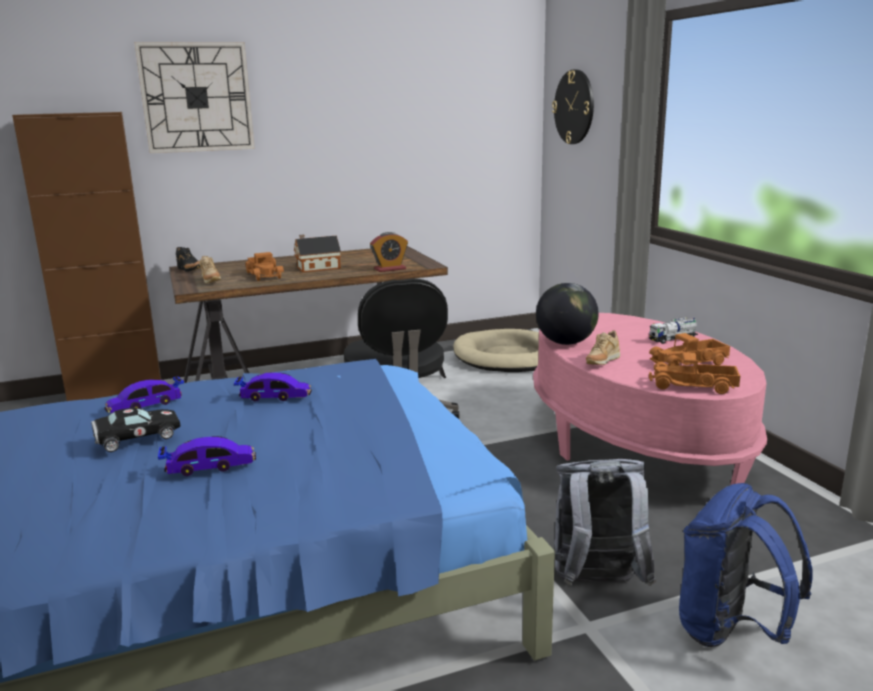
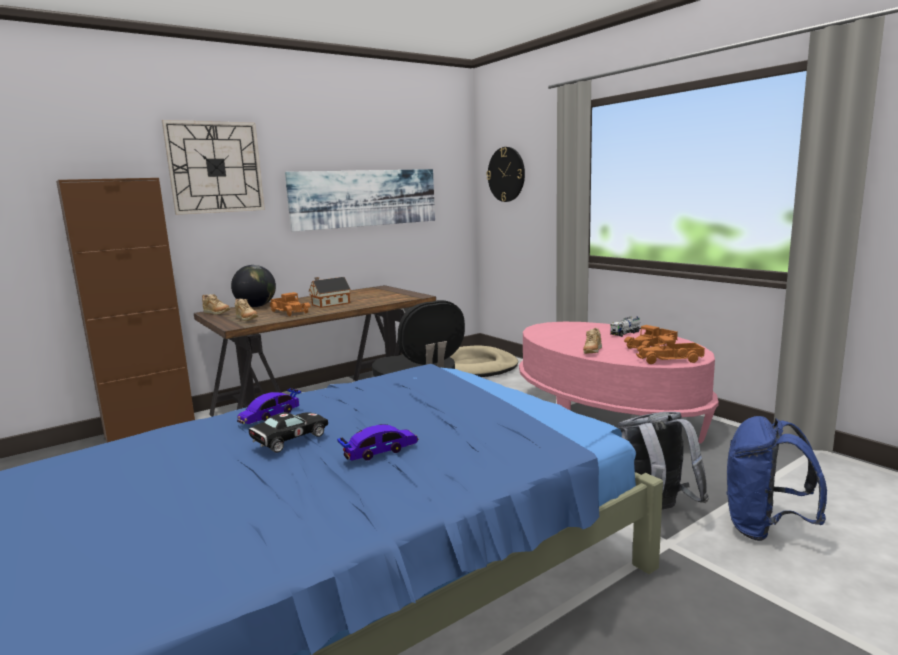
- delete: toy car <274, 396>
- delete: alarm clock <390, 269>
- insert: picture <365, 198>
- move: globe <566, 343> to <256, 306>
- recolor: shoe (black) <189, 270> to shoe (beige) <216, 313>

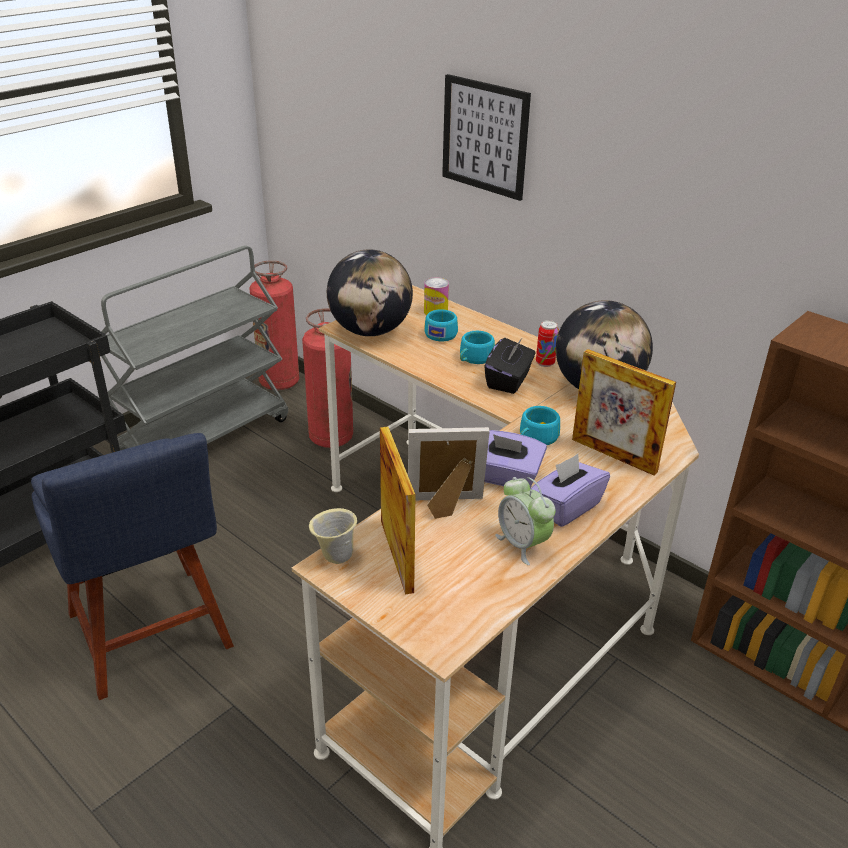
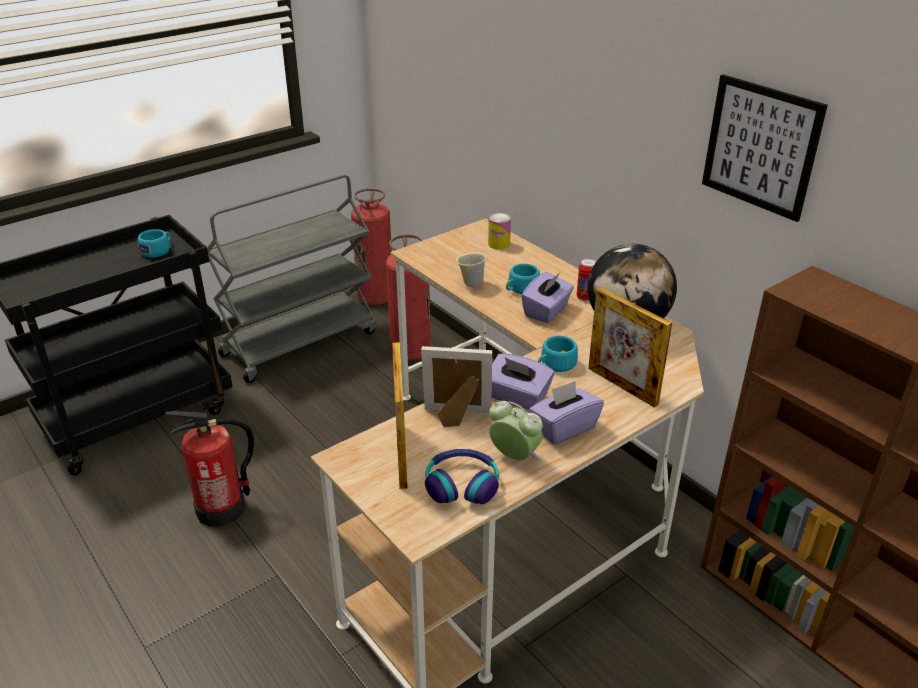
- delete: globe <370, 331>
- insert: headphones <462, 484>
- move: mug (beige) <334, 556> to <471, 284>
- move: cup (turquoise) <442, 333> to <158, 250>
- move: picture <485, 137> to <761, 147>
- replace: chair (blue) <152, 636> to fire extinguisher <222, 509>
- recolor: tissue box (black) <509, 380> to tissue box (purple) <547, 311>
- rotate: alarm clock <522, 544> = <514, 456> 150 degrees clockwise

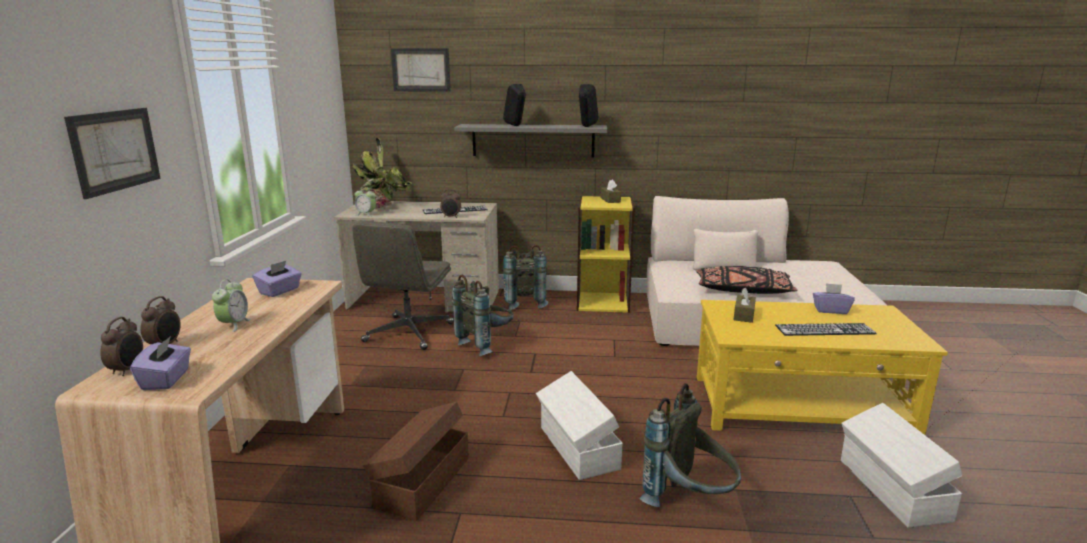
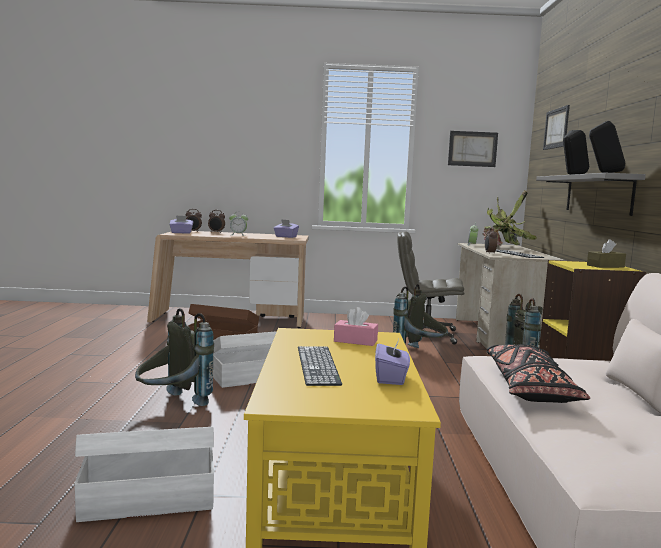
- move: picture <115, 150> to <472, 149>
- recolor: tissue box (brown) <744, 315> to tissue box (pink) <355, 341>

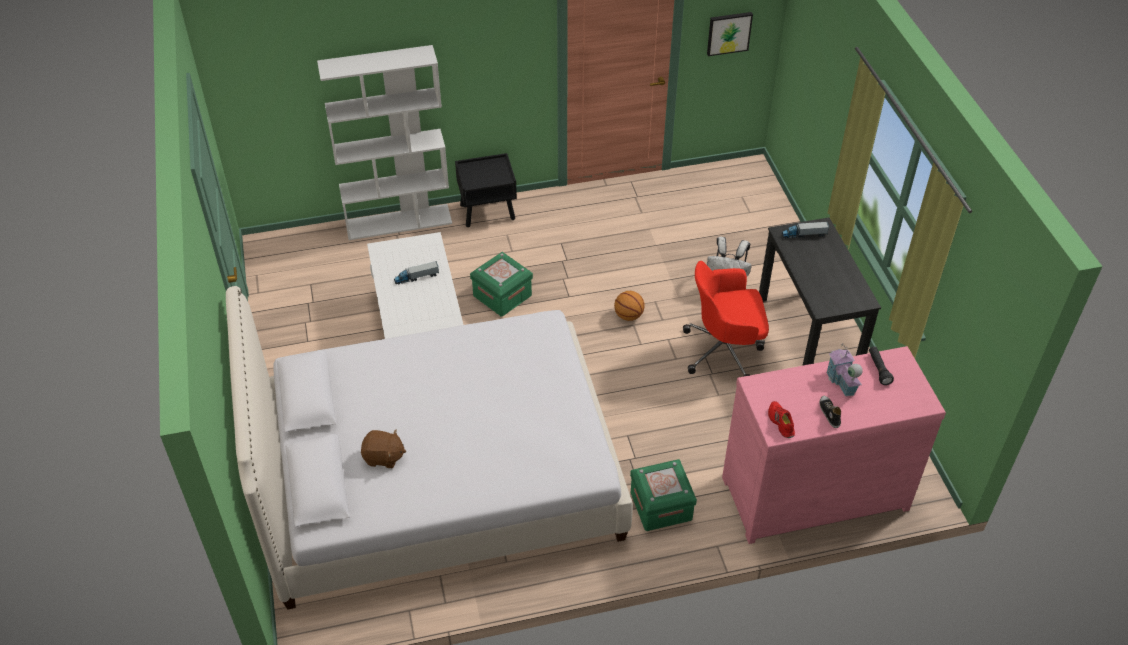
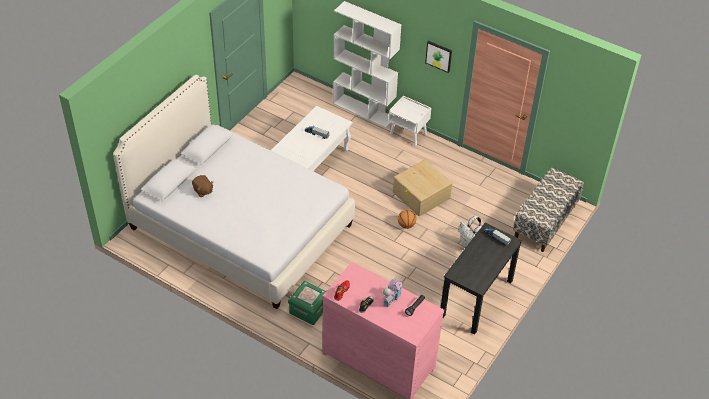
- delete: storage box (green) <502, 295>
- delete: office chair (red) <724, 351>
- insert: storage box (beige) <421, 195>
- insert: bench <545, 222>
- move: picture <728, 33> to <439, 56>
- recolor: nightstand (black) <488, 212> to nightstand (white) <408, 134>

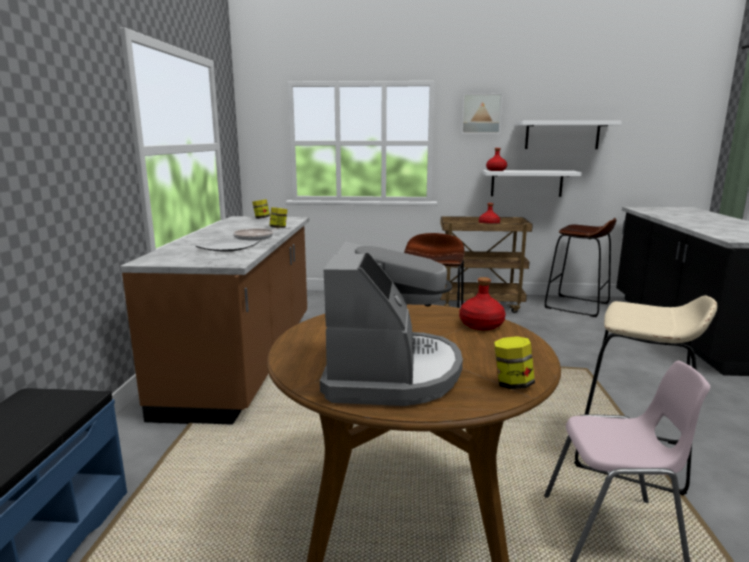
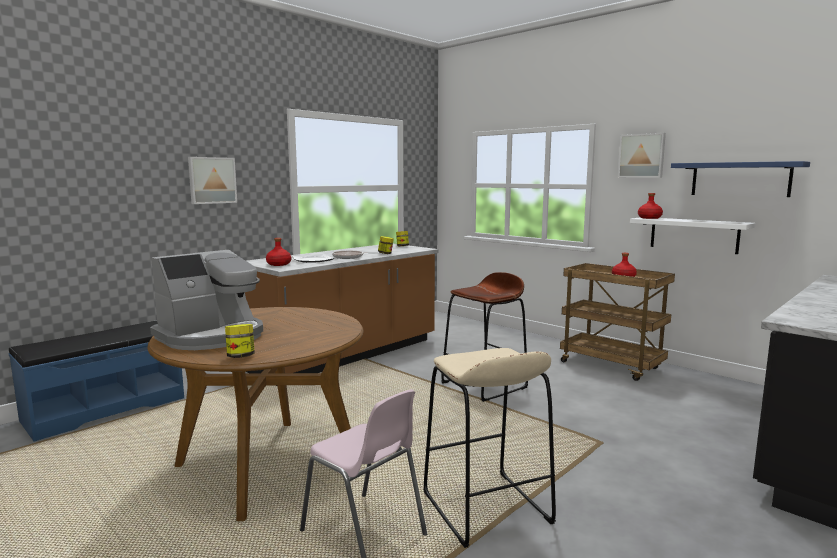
- delete: stool (brown) <577, 306>
- insert: picture <212, 180>
- move: bottle (red) <481, 325> to <278, 264>
- recolor: shelf (white) <562, 135> to shelf (blue) <740, 179>

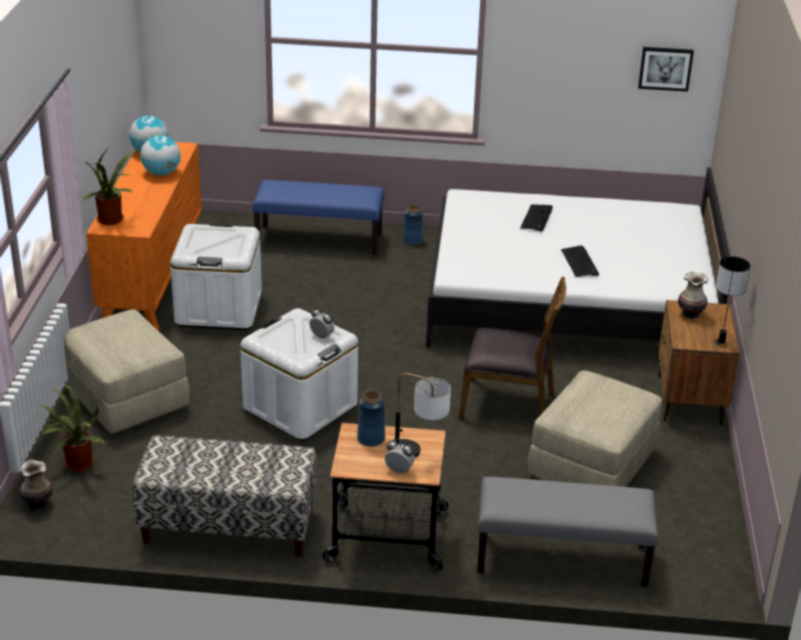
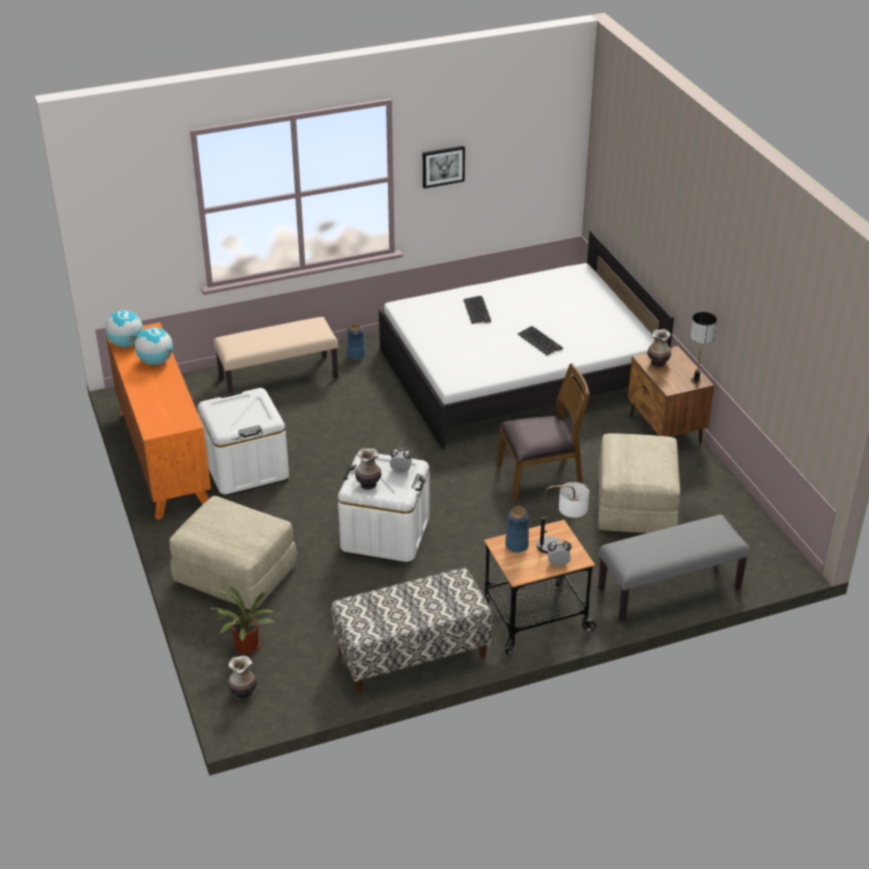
- delete: potted plant <112, 220>
- insert: vase <368, 484>
- move: picture <665, 68> to <443, 166>
- recolor: bench (blue) <319, 240> to bench (beige) <278, 377>

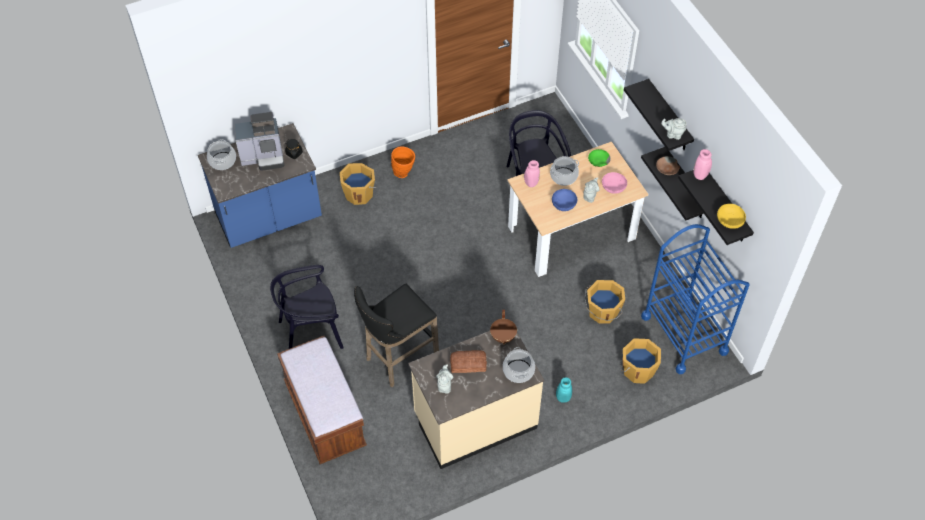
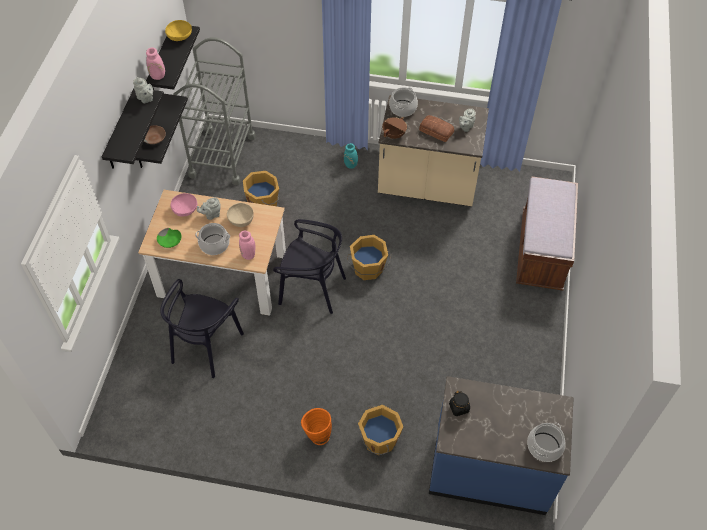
- delete: coffee machine <263, 157>
- delete: stool (black) <399, 359>
- move: chair (black) <311, 332> to <312, 288>
- move: bucket (orange) <637, 370> to <368, 269>
- recolor: bowl (blue) <564, 205> to bowl (beige) <241, 220>
- recolor: cart (blue) <684, 334> to cart (grey) <222, 156>

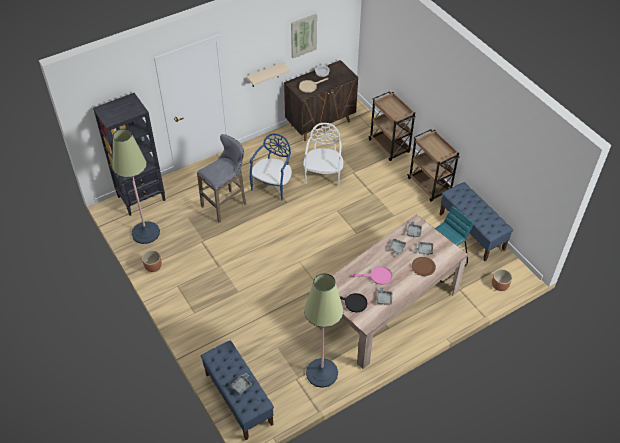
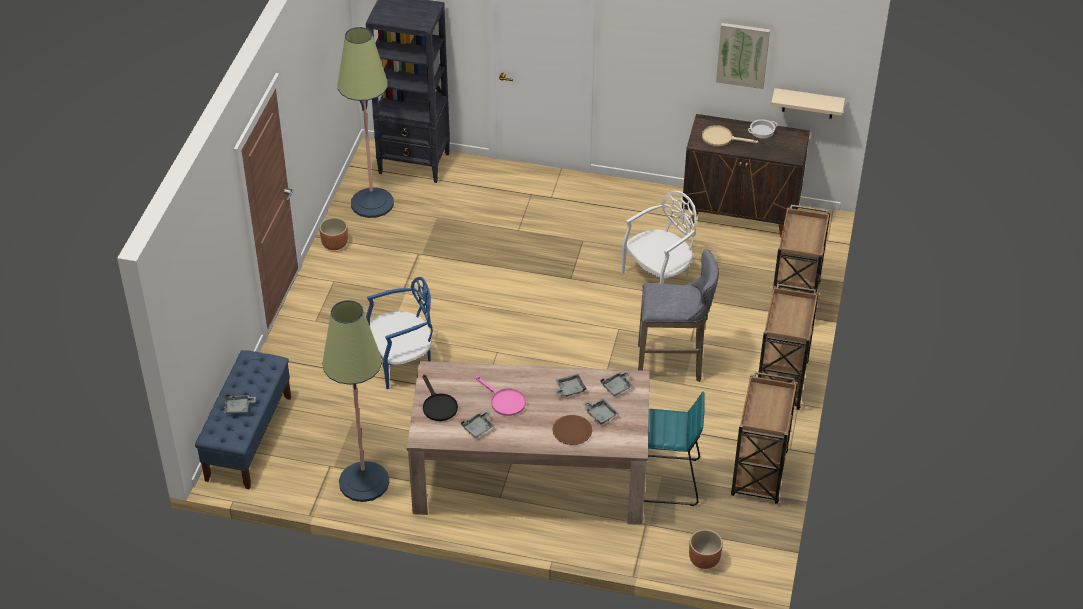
- move: stool (grey) <226, 204> to <673, 364>
- move: shelf (beige) <265, 75> to <808, 103>
- move: chair (blue) <273, 185> to <402, 362>
- replace: bench (blue) <472, 232> to cart (brown) <759, 475>

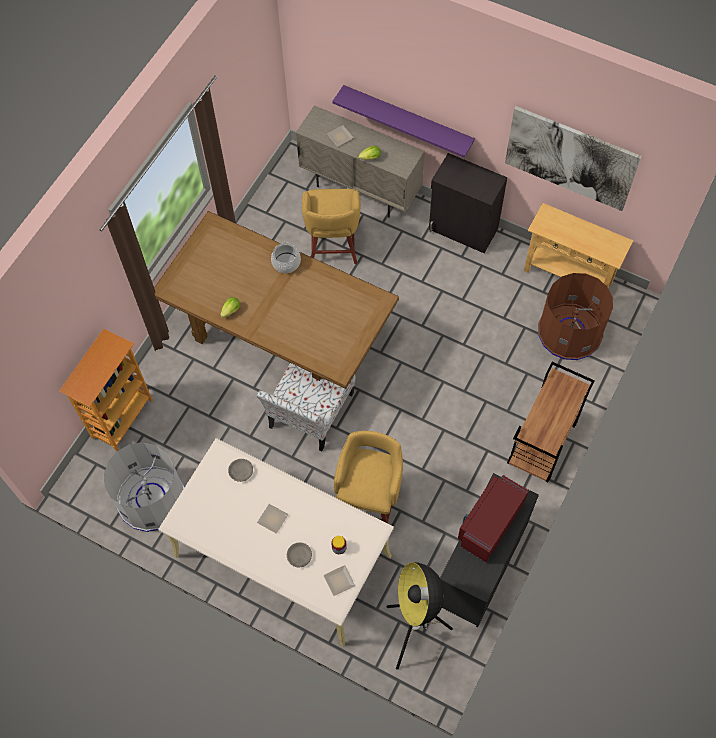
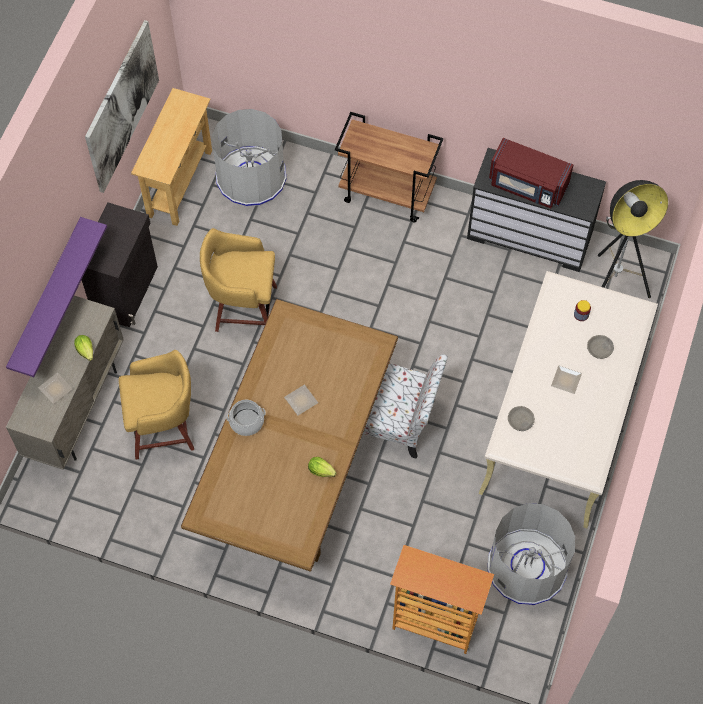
- move: plate <340, 581> to <301, 399>
- move: stool (yellow) <369, 501> to <243, 308>
- recolor: trash can (brown) <569, 332> to trash can (grey) <251, 177>

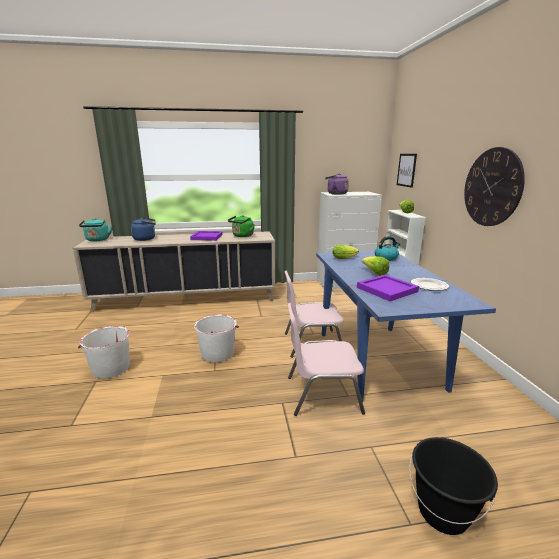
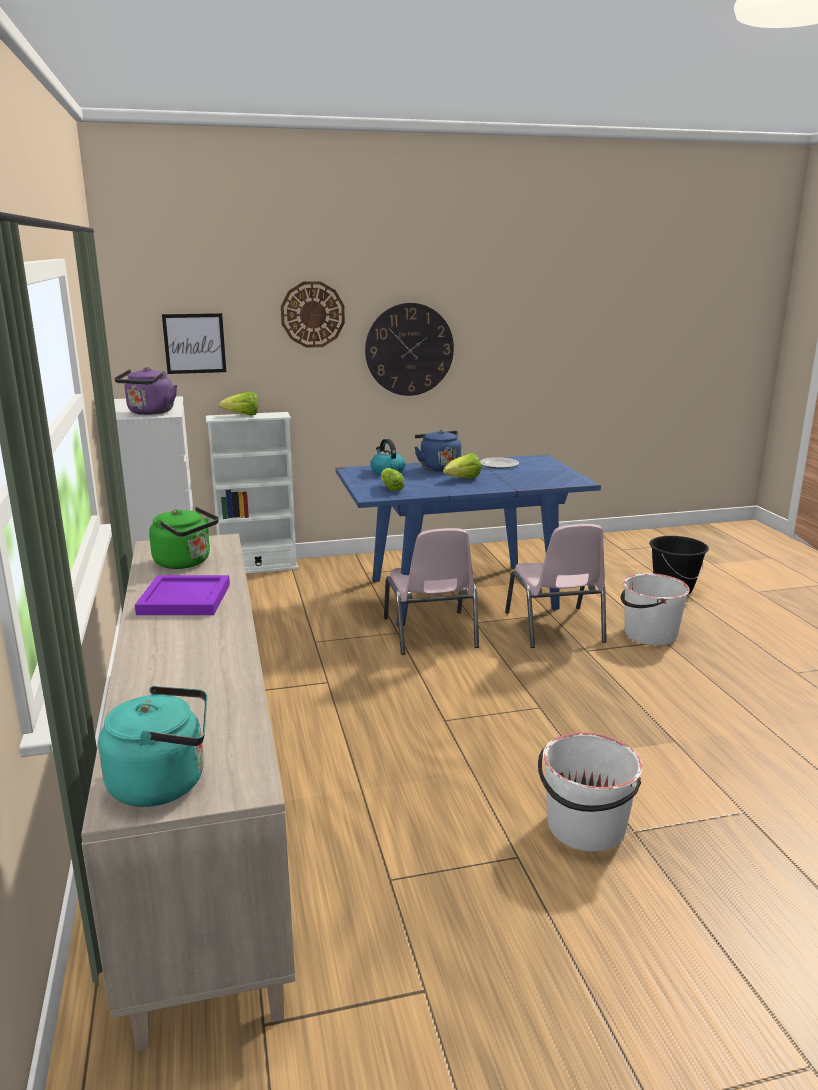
- delete: tray (purple) <386, 289>
- insert: wall clock <312, 314>
- move: kettle (blue) <146, 239> to <438, 468>
- move: bucket (white) <217, 353> to <649, 634>

